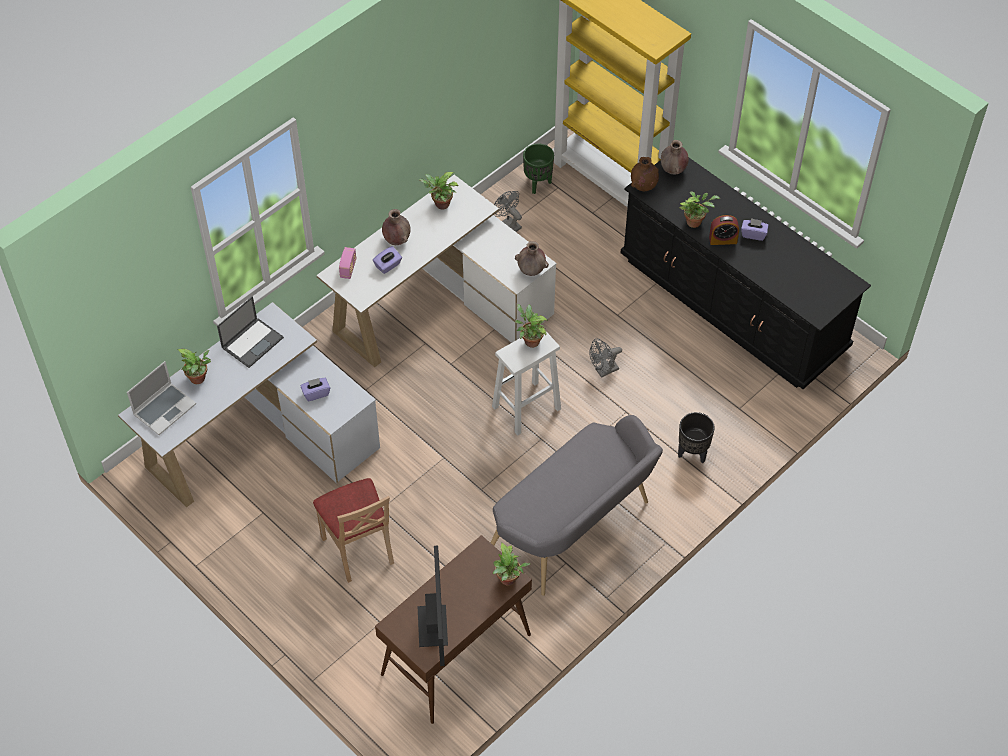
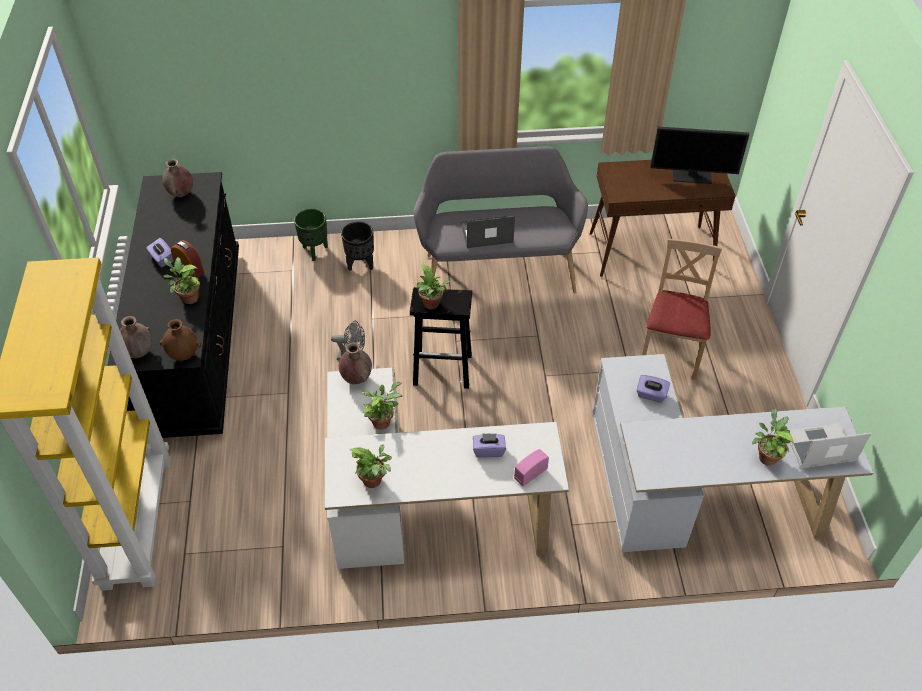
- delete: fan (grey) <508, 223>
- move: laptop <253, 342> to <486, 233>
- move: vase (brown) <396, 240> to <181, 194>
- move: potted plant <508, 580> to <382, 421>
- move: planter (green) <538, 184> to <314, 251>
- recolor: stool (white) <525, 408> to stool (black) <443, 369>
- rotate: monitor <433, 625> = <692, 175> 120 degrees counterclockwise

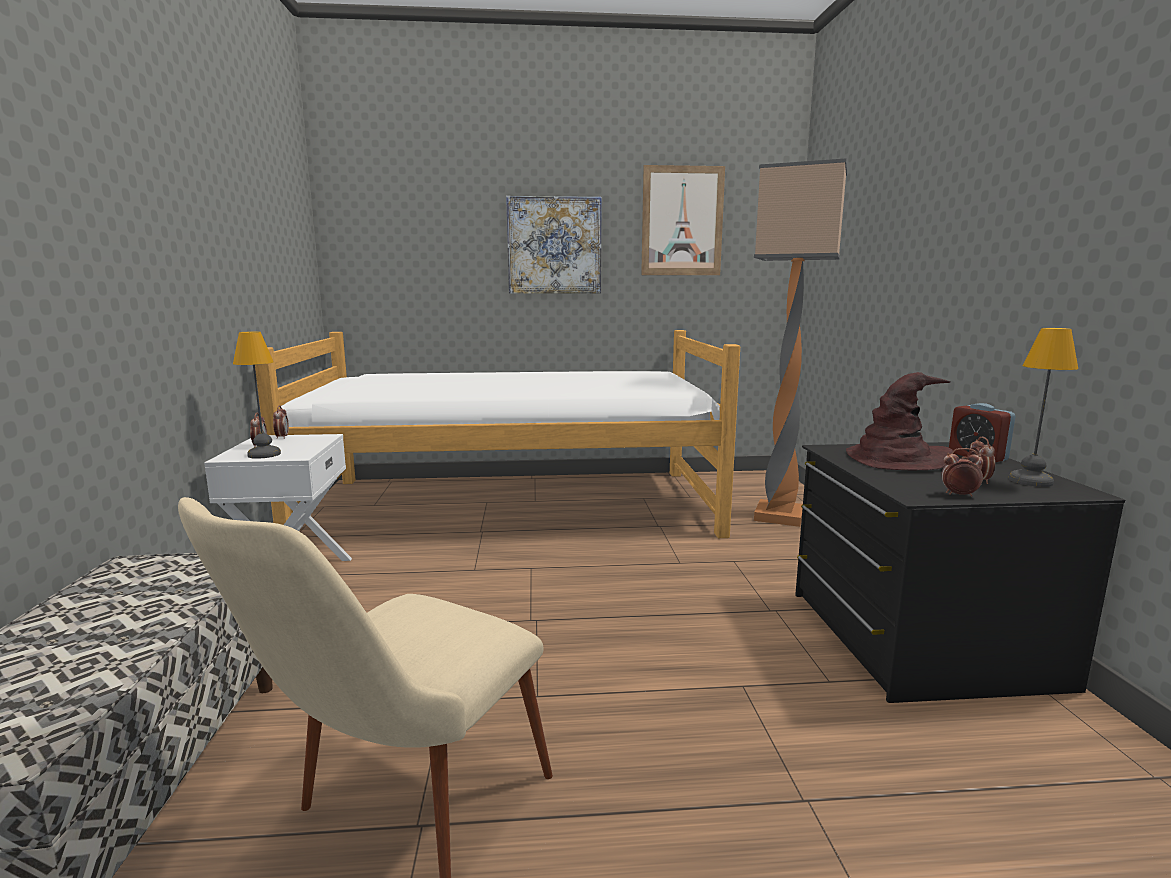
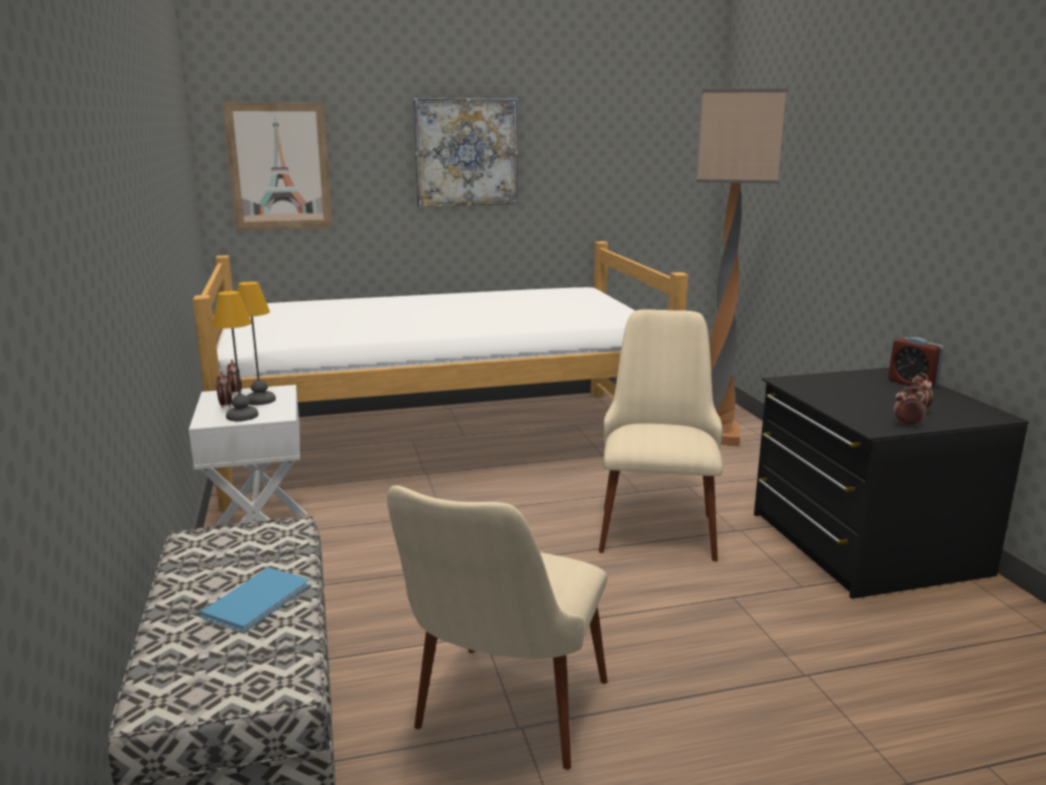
- delete: hat (brown) <897, 459>
- insert: book (blue) <260, 600>
- insert: chair (beige) <657, 522>
- move: picture <682, 221> to <279, 167>
- move: table lamp <1032, 481> to <261, 400>

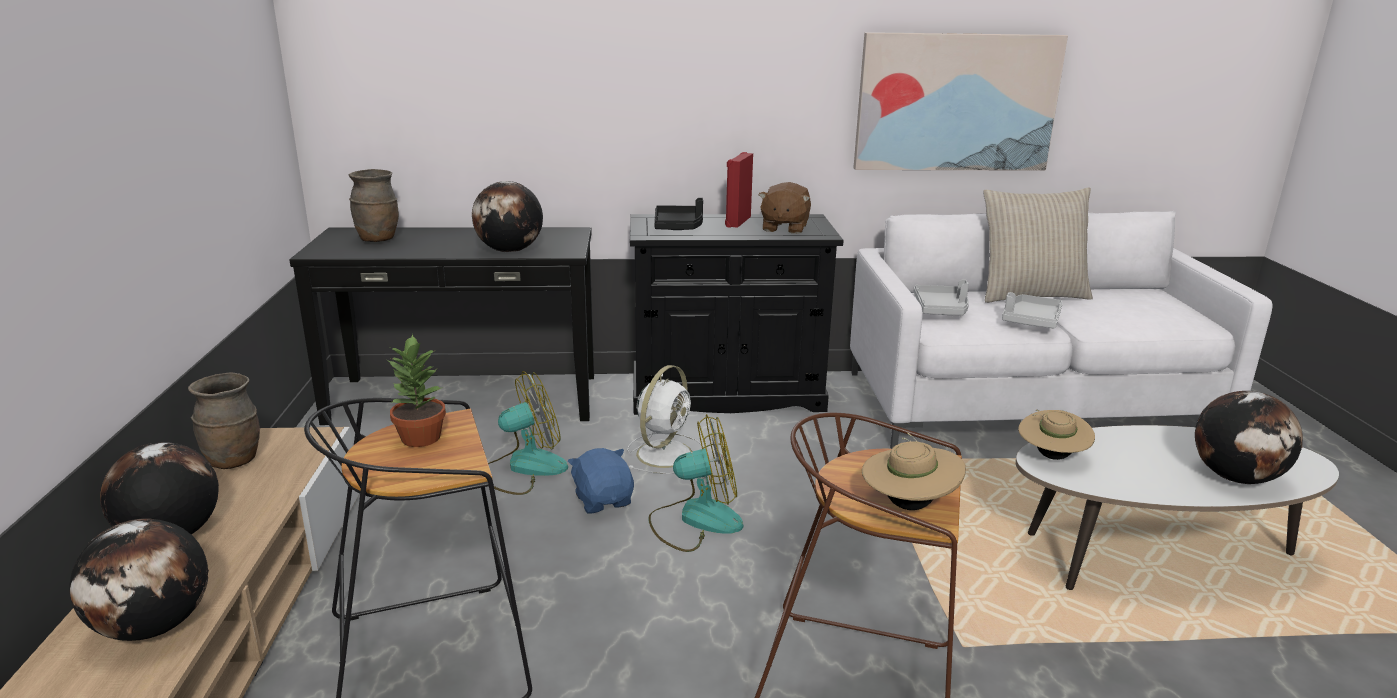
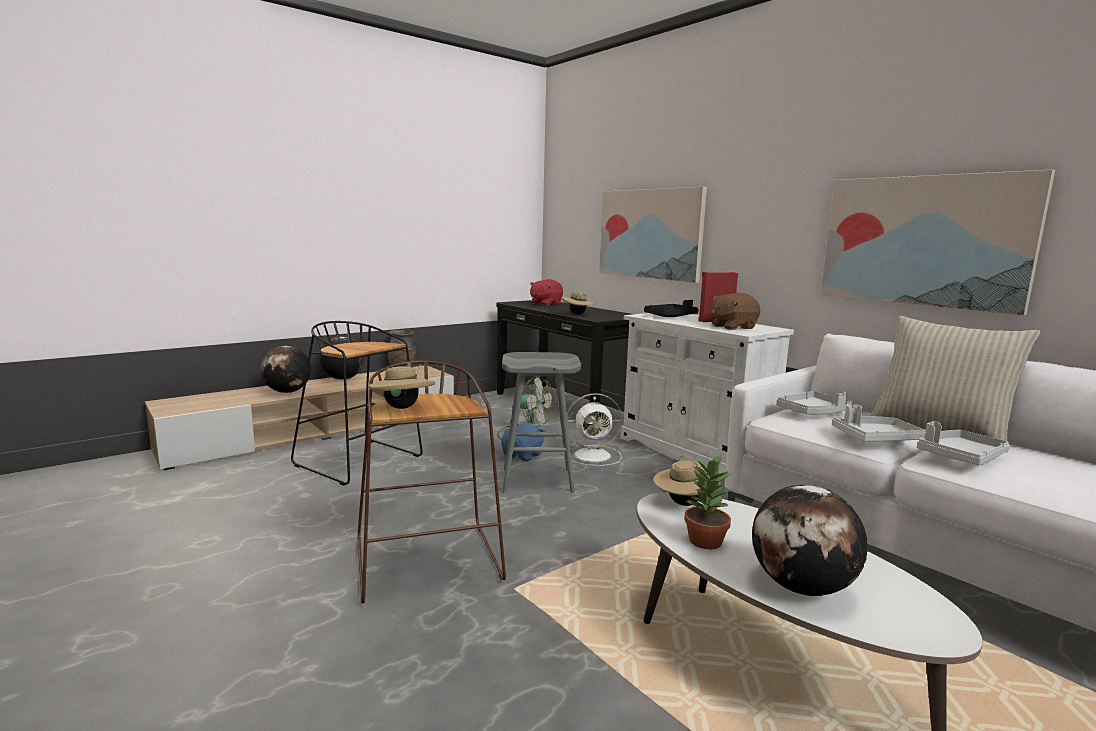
- insert: picture <650, 234>
- insert: tray (grey) <960, 456>
- move: potted plant <420, 438> to <704, 541>
- replace: vase (brown) <378, 239> to plush toy (red) <545, 304>
- replace: globe <510, 251> to hat (beige) <577, 314>
- replace: fan <695, 520> to stool (grey) <538, 480>
- recolor: cabinet (black) <727, 394> to cabinet (white) <693, 451>

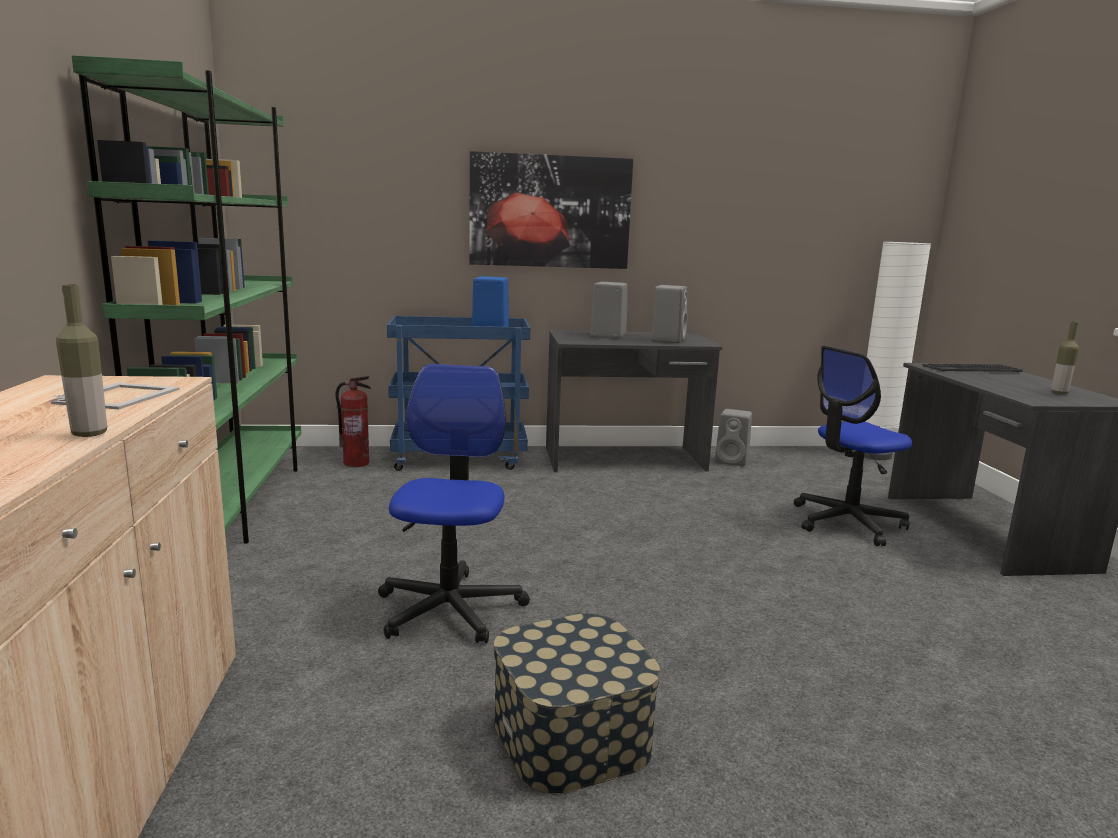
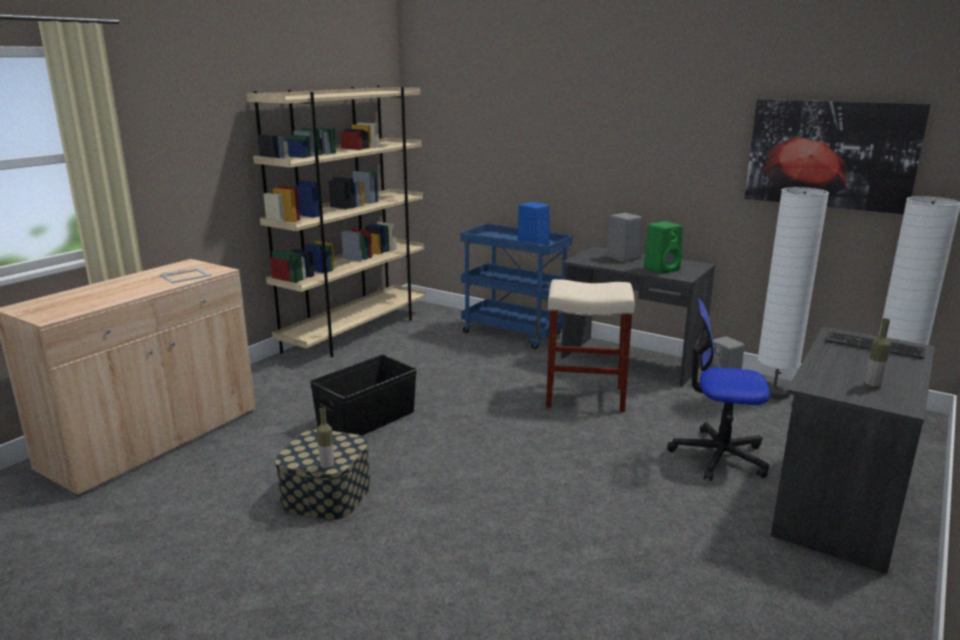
- delete: fire extinguisher <356, 463>
- insert: stool (beige) <584, 397>
- insert: floor lamp (white) <773, 392>
- move: bottle <89, 434> to <327, 466>
- move: picture <550, 211> to <831, 154>
- replace: office chair <450, 609> to storage box (black) <367, 420>
- recolor: bookcase (green) <234, 502> to bookcase (beige) <356, 332>
- recolor: speaker (grey) <668, 340> to speaker (green) <662, 269>

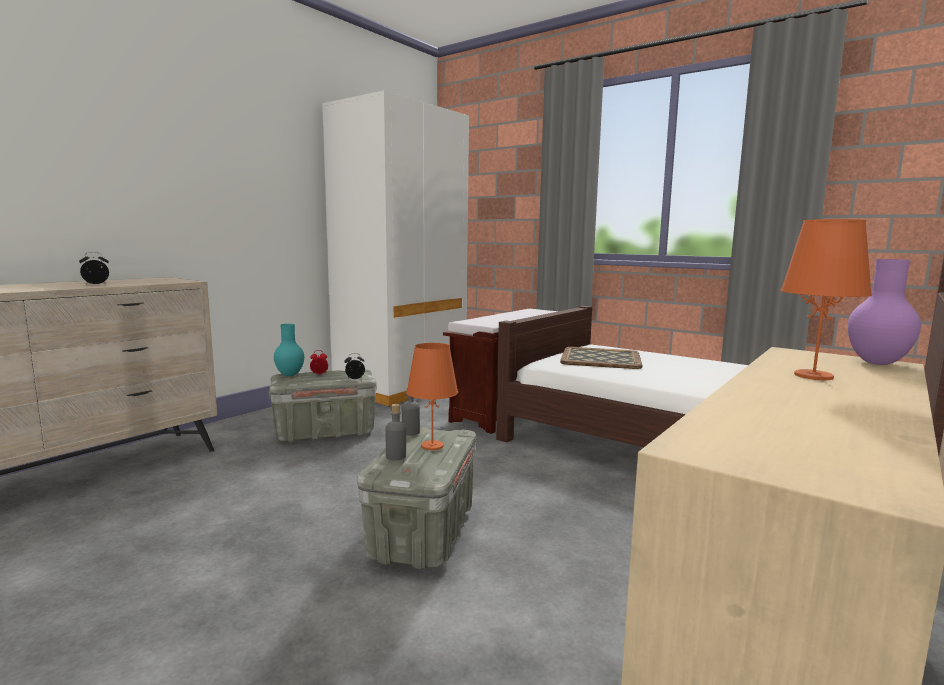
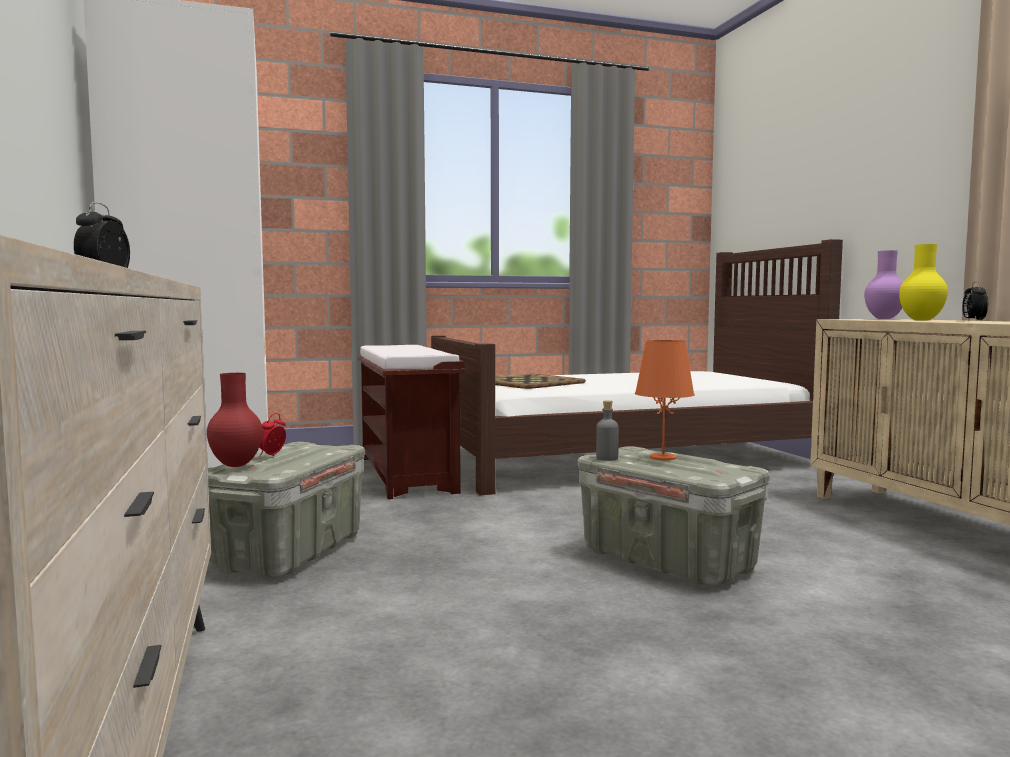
- delete: bottle (grey) <396, 456>
- move: alarm clock <355, 378> to <973, 321>
- replace: table lamp (orange) <814, 376> to vase (yellow) <920, 320>
- recolor: vase (turquoise) <289, 375> to vase (red) <235, 465>

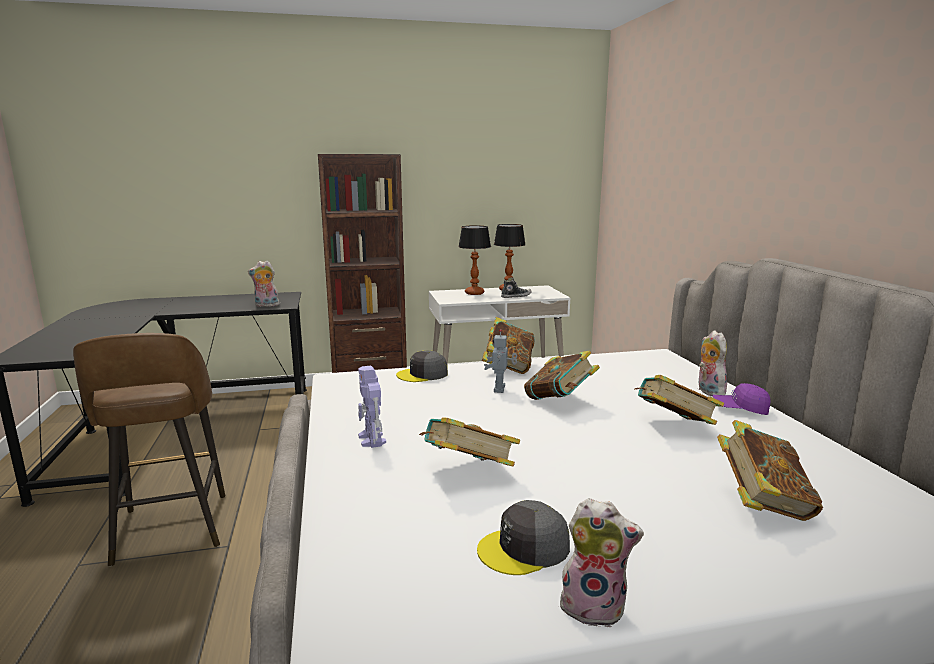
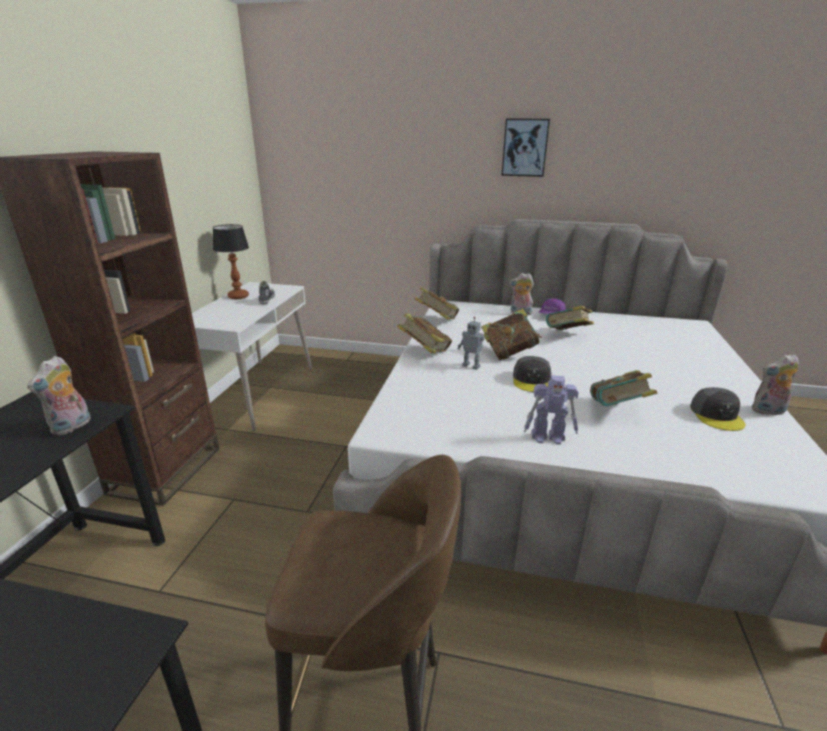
- delete: table lamp <474, 293>
- insert: picture <525, 147>
- move: cap (grey) <423, 374> to <532, 380>
- move: book <762, 504> to <437, 320>
- rotate: plush toy <594, 606> = <768, 411> 135 degrees counterclockwise

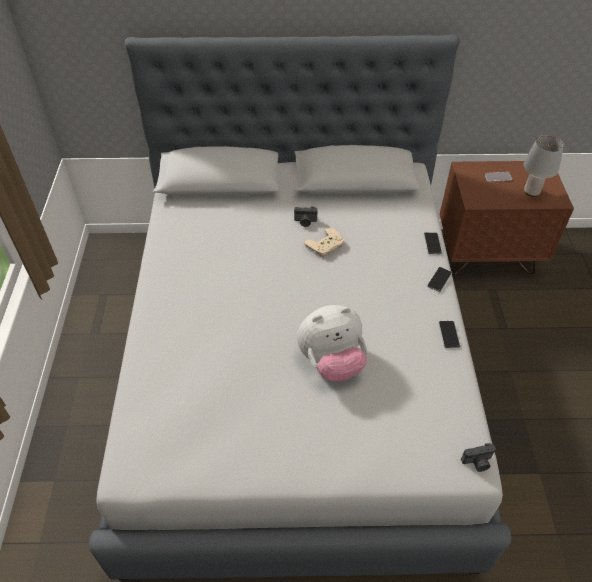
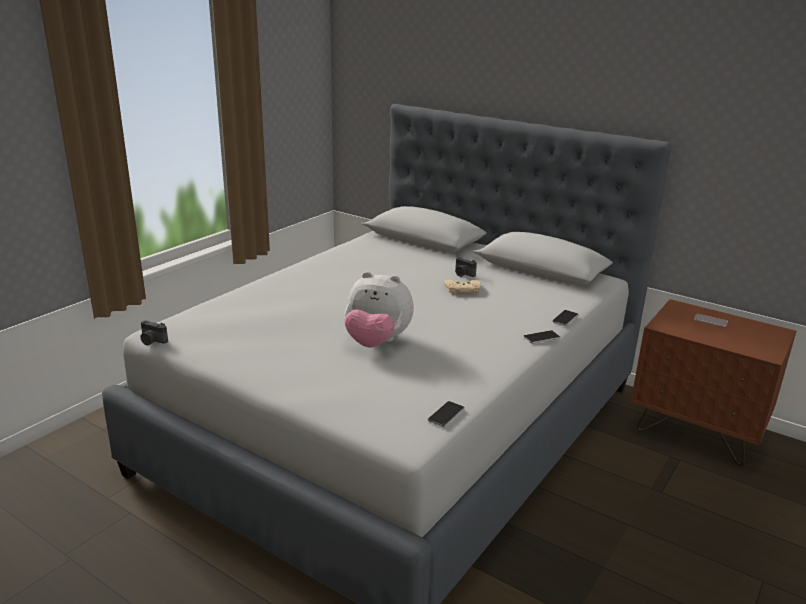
- delete: table lamp (grey) <531, 192>
- move: phone <448, 335> to <446, 415>
- move: photo camera <477, 462> to <152, 341>

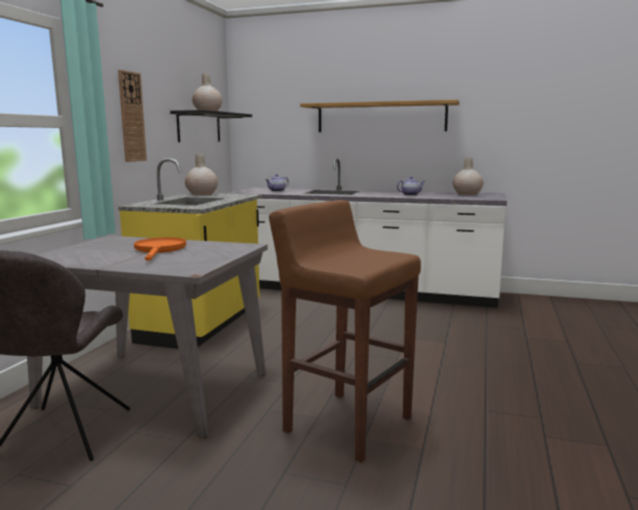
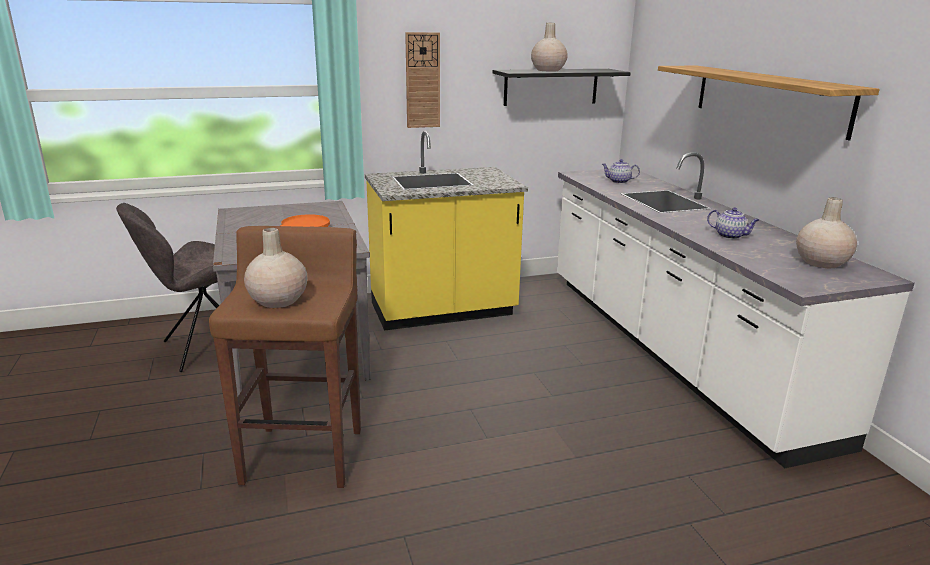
- move: vase (beige) <201, 194> to <277, 301>

